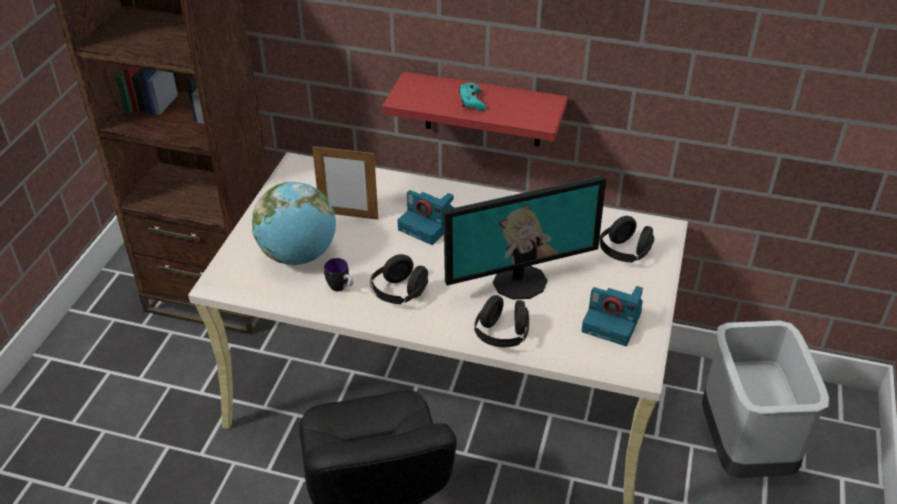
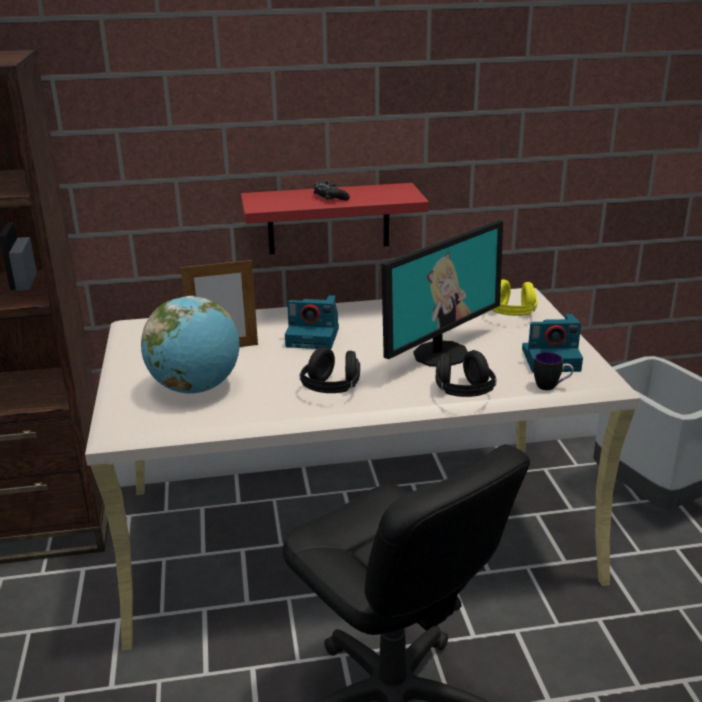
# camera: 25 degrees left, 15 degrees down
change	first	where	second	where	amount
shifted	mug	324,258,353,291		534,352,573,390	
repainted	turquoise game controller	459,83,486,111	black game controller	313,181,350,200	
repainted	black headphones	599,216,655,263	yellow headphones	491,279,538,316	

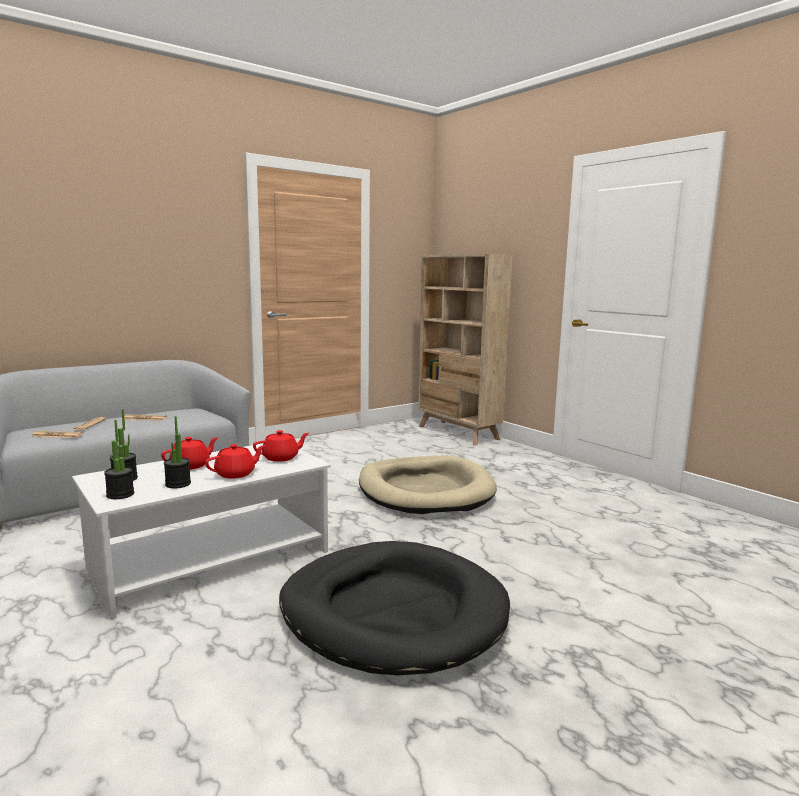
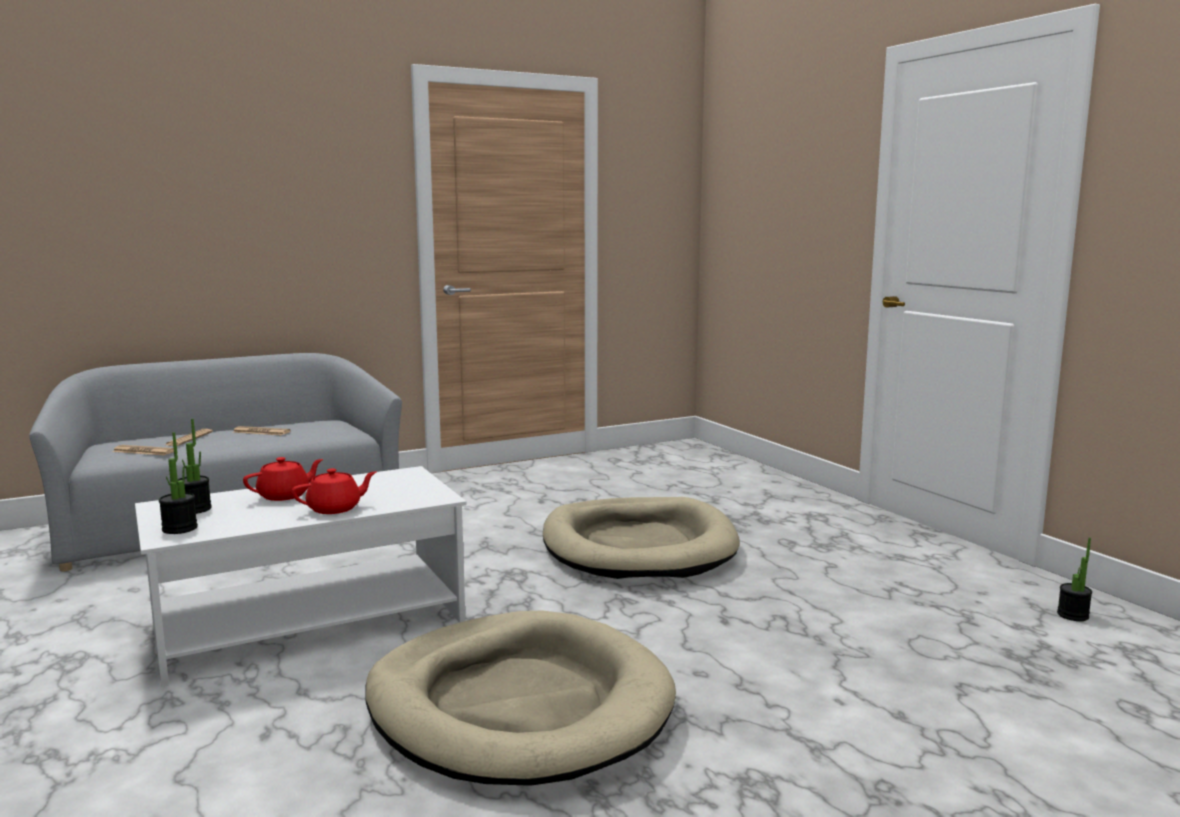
# camera: 10 degrees right, 0 degrees up
change	first	where	second	where	amount
shifted	potted plant	164,416,191,488		1057,538,1092,621	
gone	red teapot	253,430,309,462			
repainted	black dog bed	279,541,510,675	beige dog bed	365,610,676,786	
gone	beige bookcase	418,254,512,445			

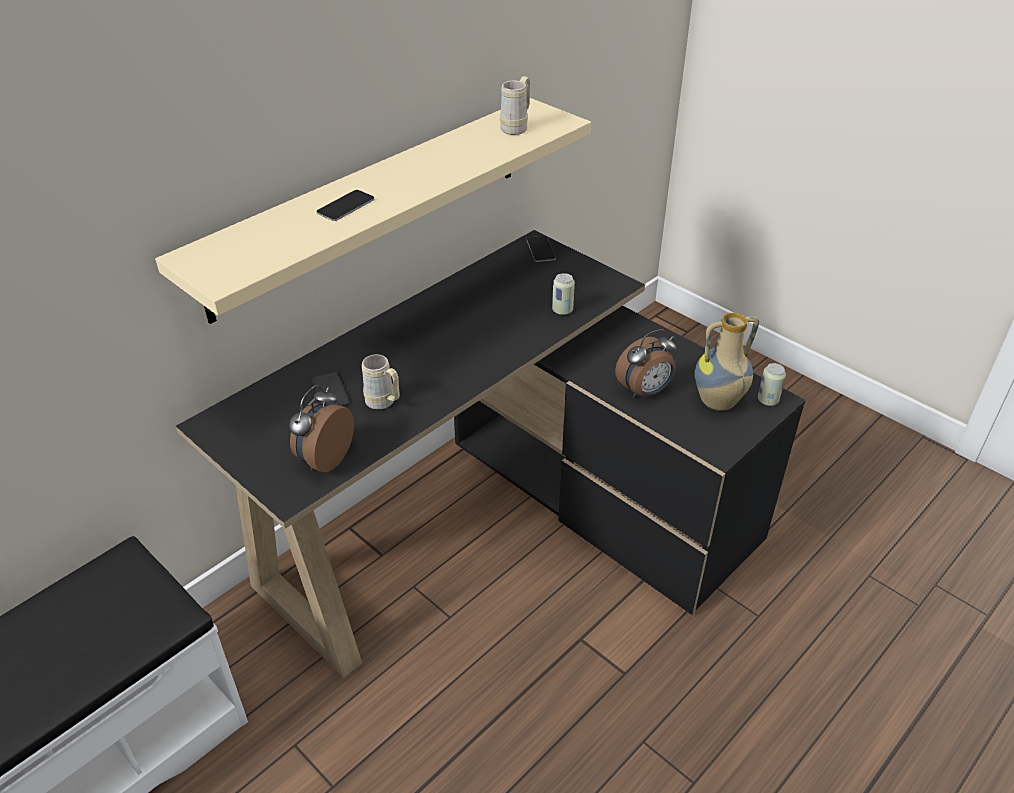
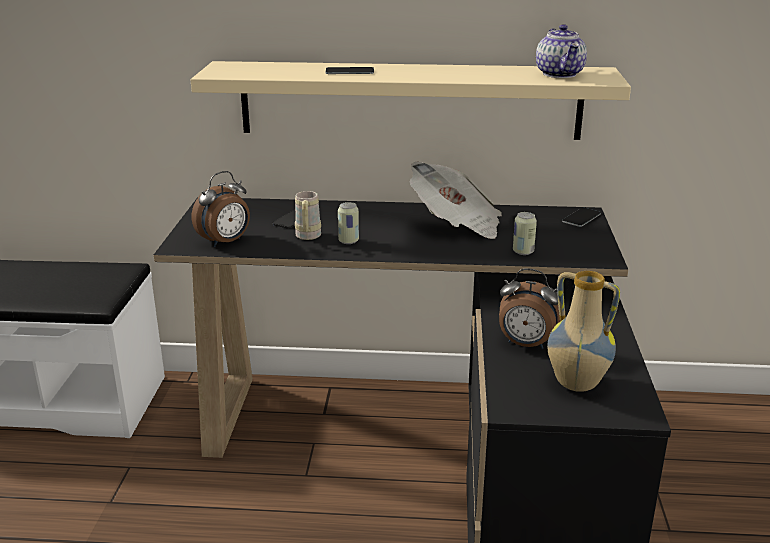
# camera: 50 degrees right, 15 degrees down
change	first	where	second	where	amount
rotated	alarm clock	289,385,354,473		192,171,250,247	150 degrees clockwise
swapped	beige mug	500,76,530,135	teapot	536,24,587,78	
shifted	can	758,363,786,406		338,202,359,244	
new			newspaper	409,162,502,239	

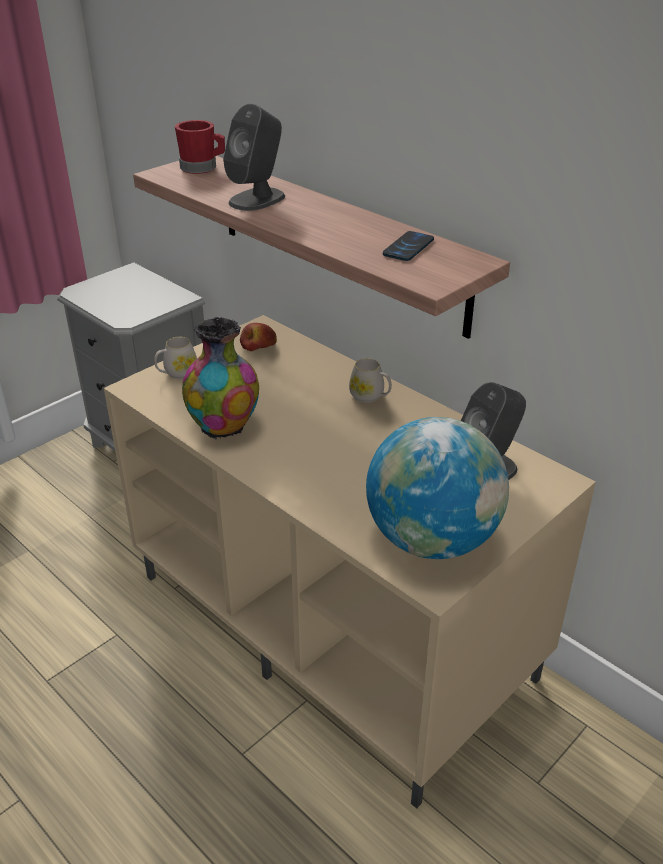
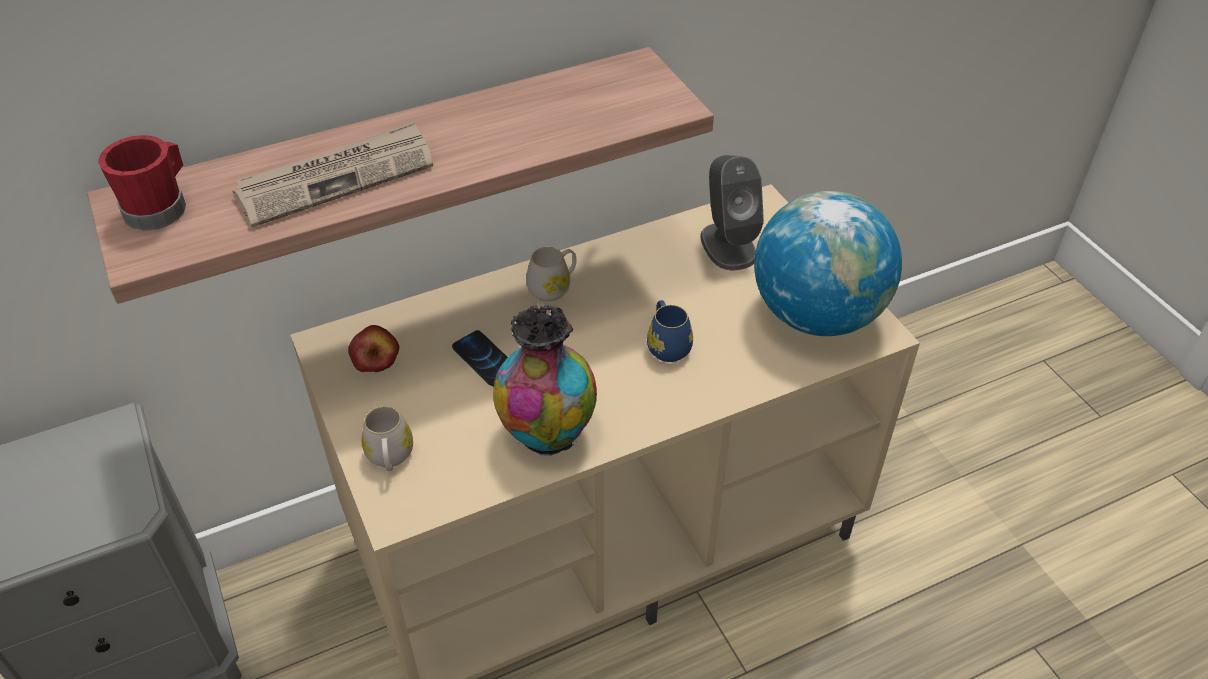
# camera: 70 degrees left, 10 degrees up
change	first	where	second	where	amount
swapped	grey speaker	223,104,285,211	newspaper	233,121,433,227	
shifted	phone	383,231,434,261		452,330,508,386	
new			blue mug	647,300,693,362	

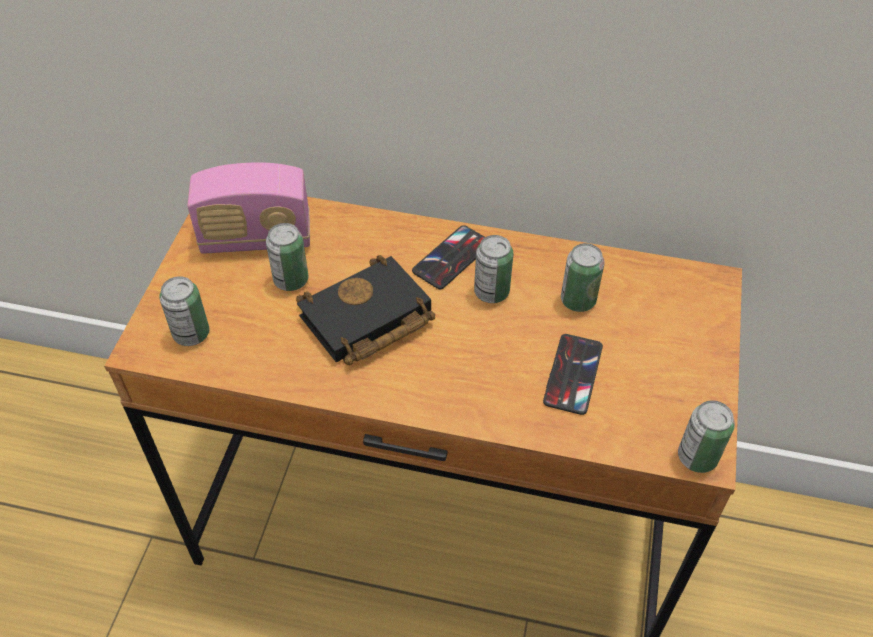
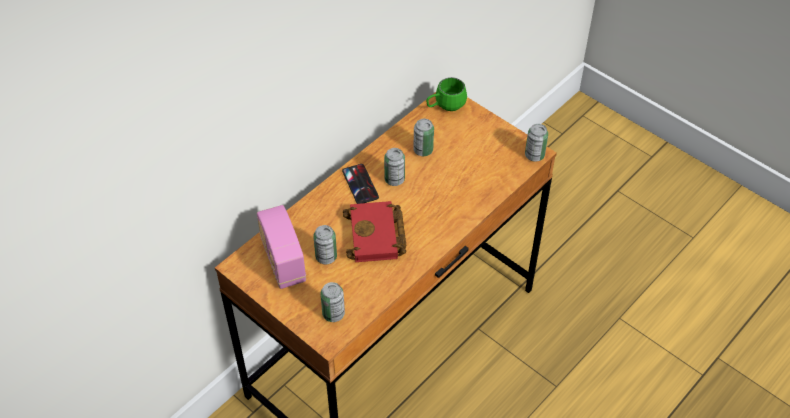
# camera: 60 degrees left, 0 degrees up
change	first	where	second	where	amount
rotated	radio	187,162,310,254		257,205,306,289	135 degrees clockwise
repainted	black book	296,255,435,365	red book	343,201,406,262	
gone	phone	543,334,603,415			
new			green mug	426,77,467,111	

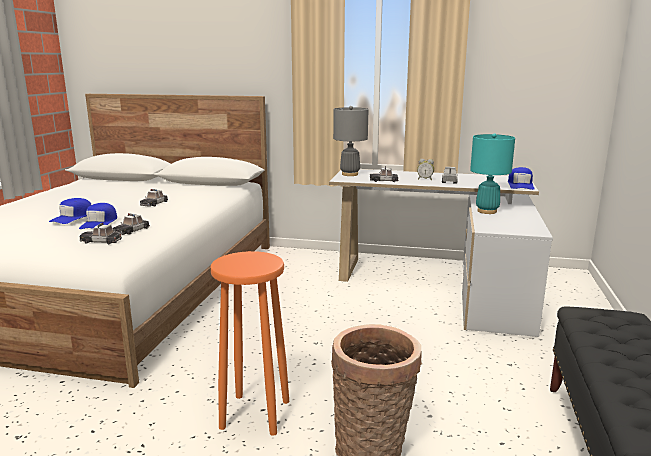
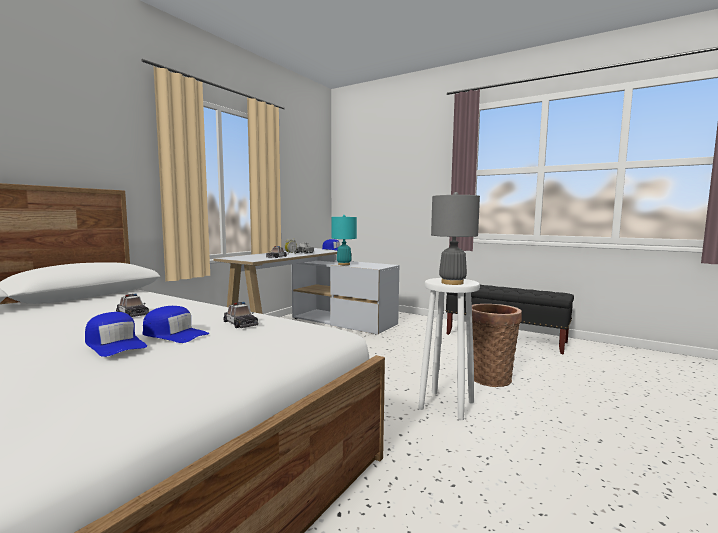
# camera: 70 degrees left, 10 degrees down
change	first	where	second	where	amount
gone	toy car	79,222,122,244			
repainted	orange stool	211,251,289,436	white stool	418,278,480,420	
shifted	grey table lamp	333,106,368,176		431,192,480,285	

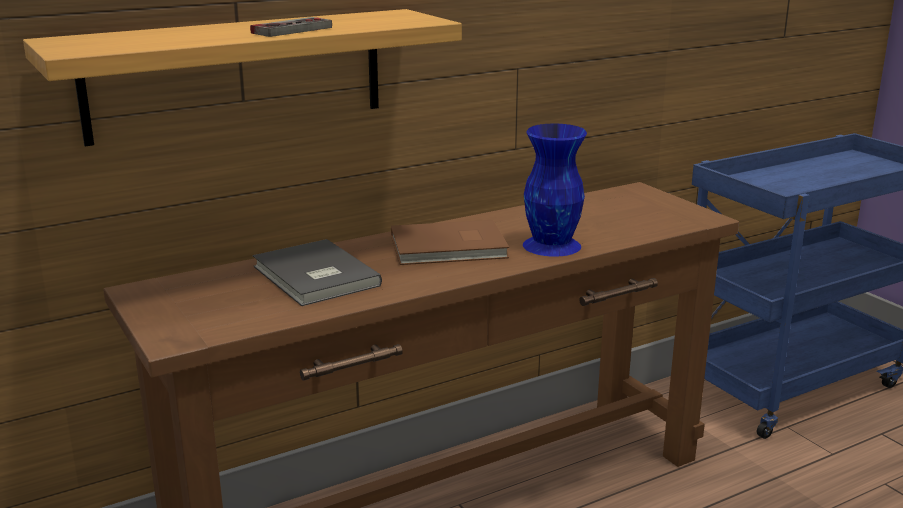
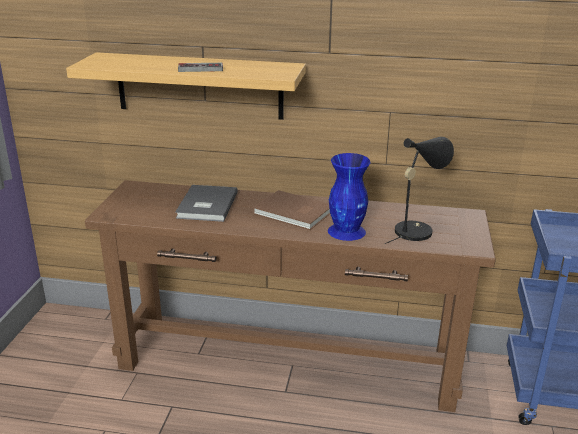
# camera: 40 degrees right, 5 degrees up
change	first	where	second	where	amount
new			black table lamp	384,137,454,244	

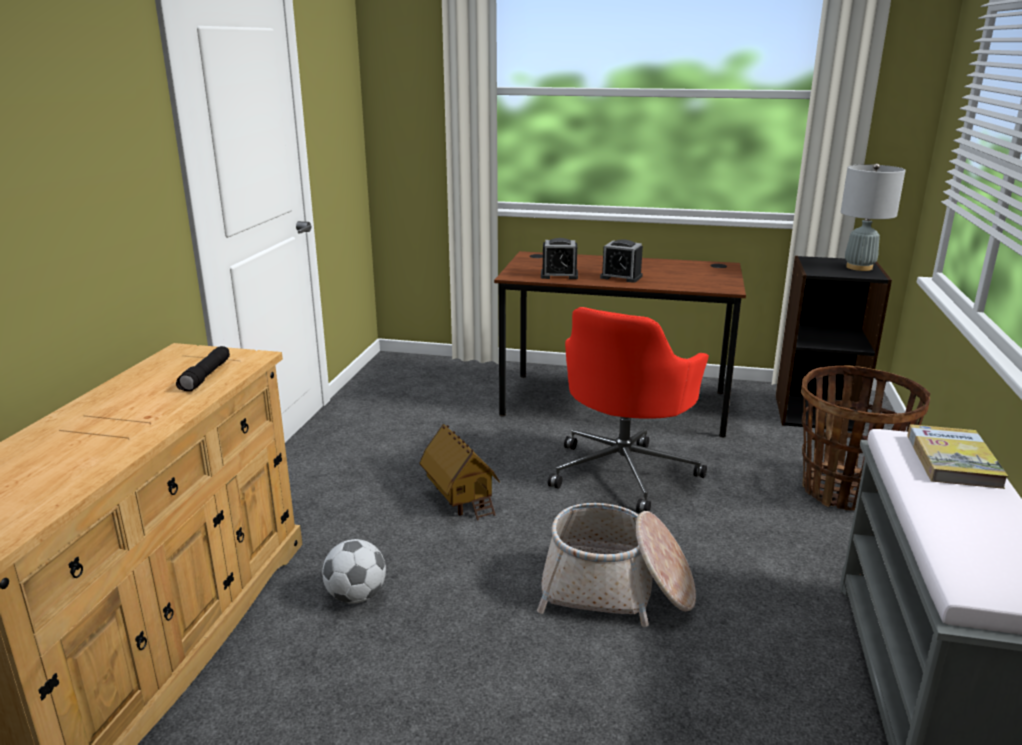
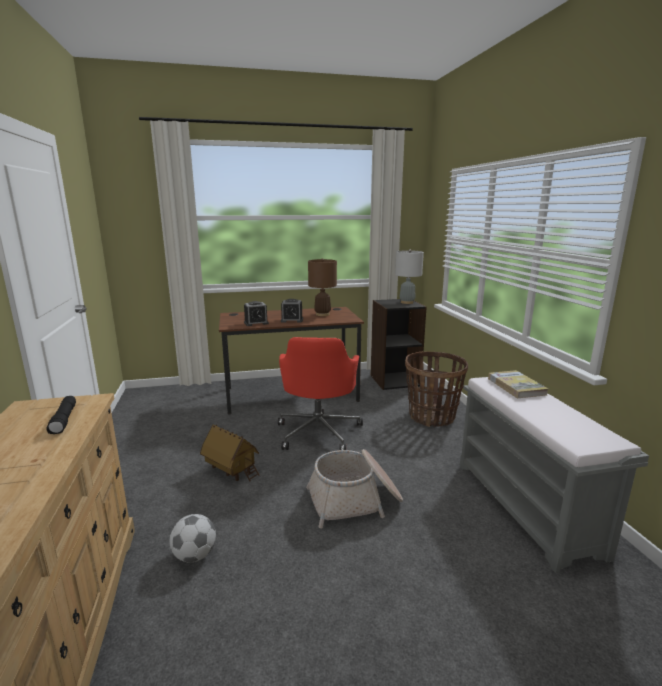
# camera: 25 degrees left, 5 degrees down
change	first	where	second	where	amount
new			brown table lamp	308,258,337,316	

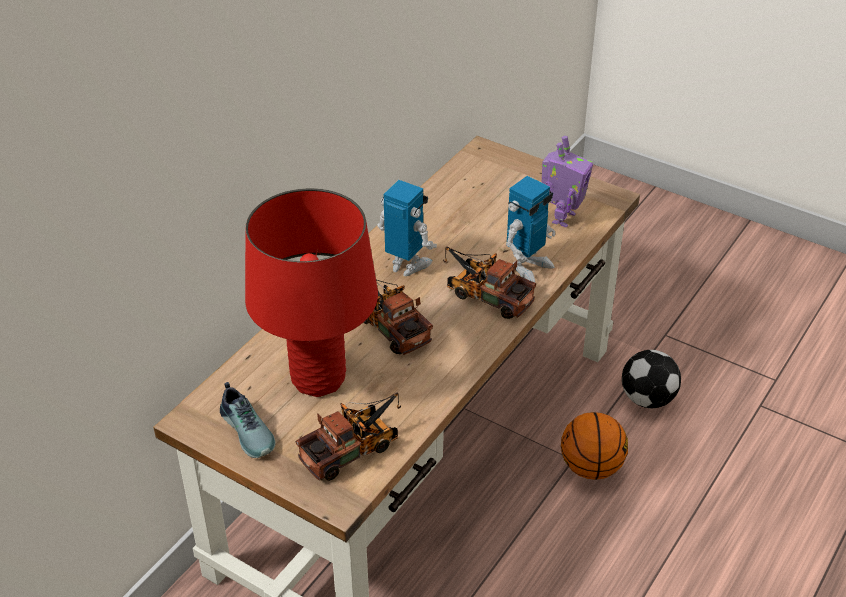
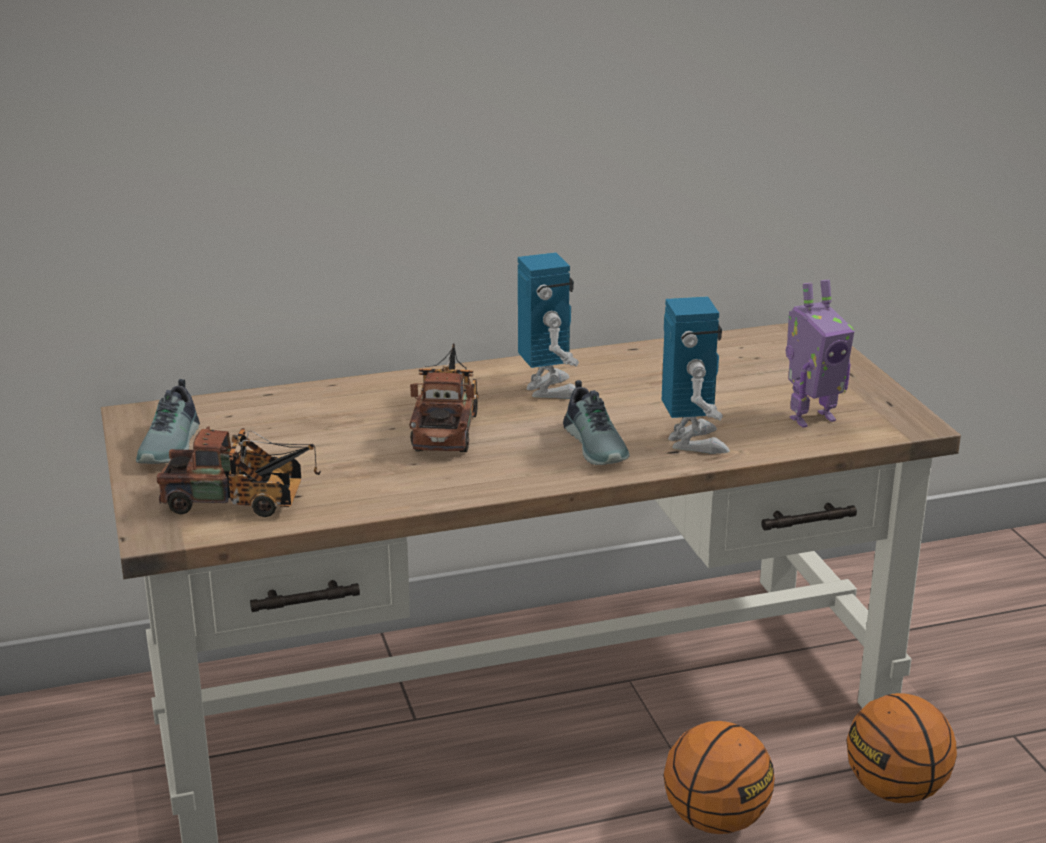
# camera: 40 degrees right, 15 degrees down
change	first	where	second	where	amount
gone	red table lamp	245,188,378,397			
swapped	toy truck	443,247,536,319	shoe	563,380,630,465	
rotated	toy robot	506,176,555,282		662,296,730,454	90 degrees counterclockwise
swapped	football	622,350,681,408	basketball	847,693,957,803	

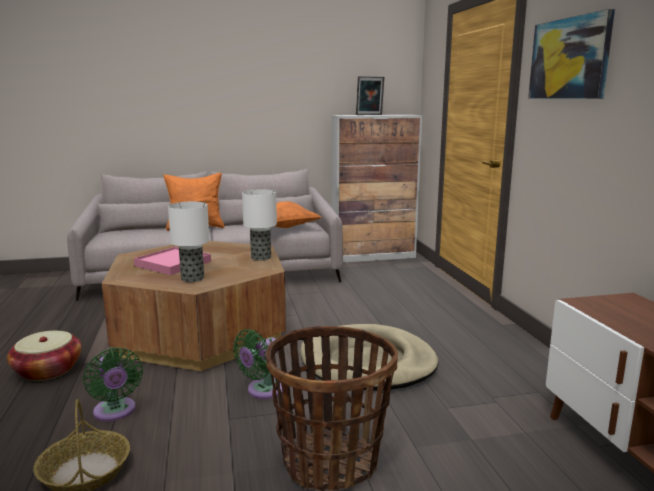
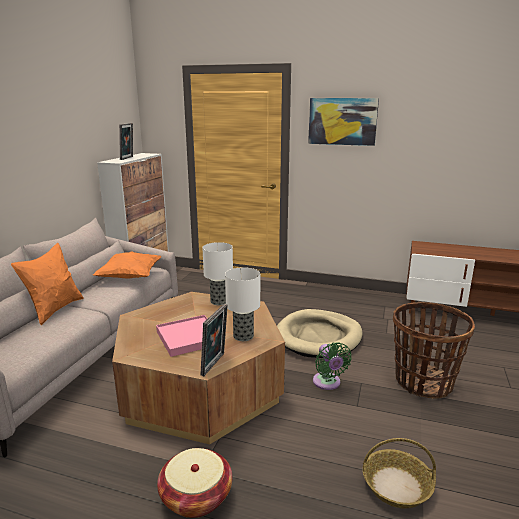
# camera: 60 degrees left, 5 degrees up
change	first	where	second	where	amount
gone	green fan	83,348,143,421			
new			picture frame	201,304,228,376	

